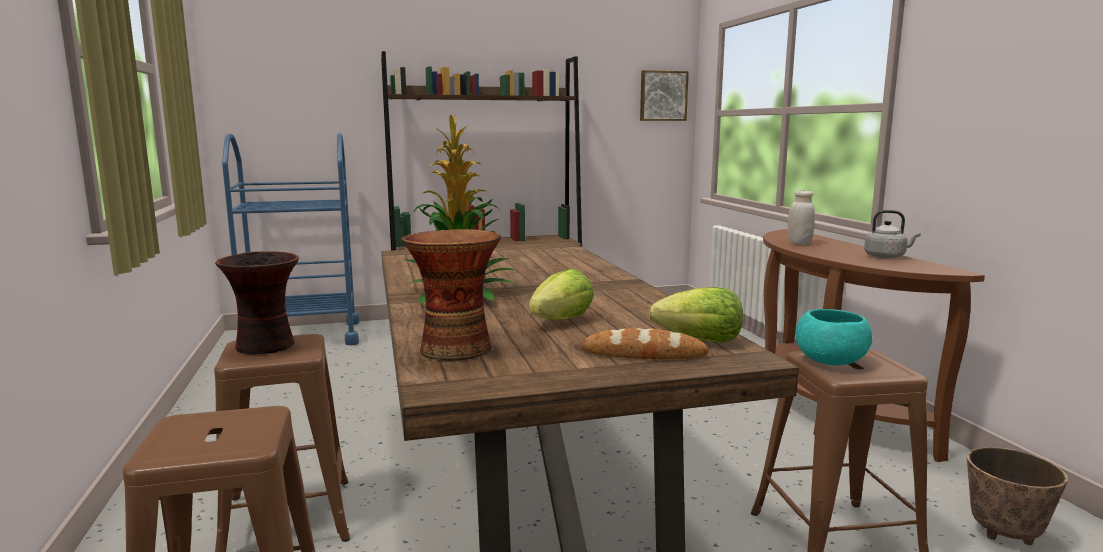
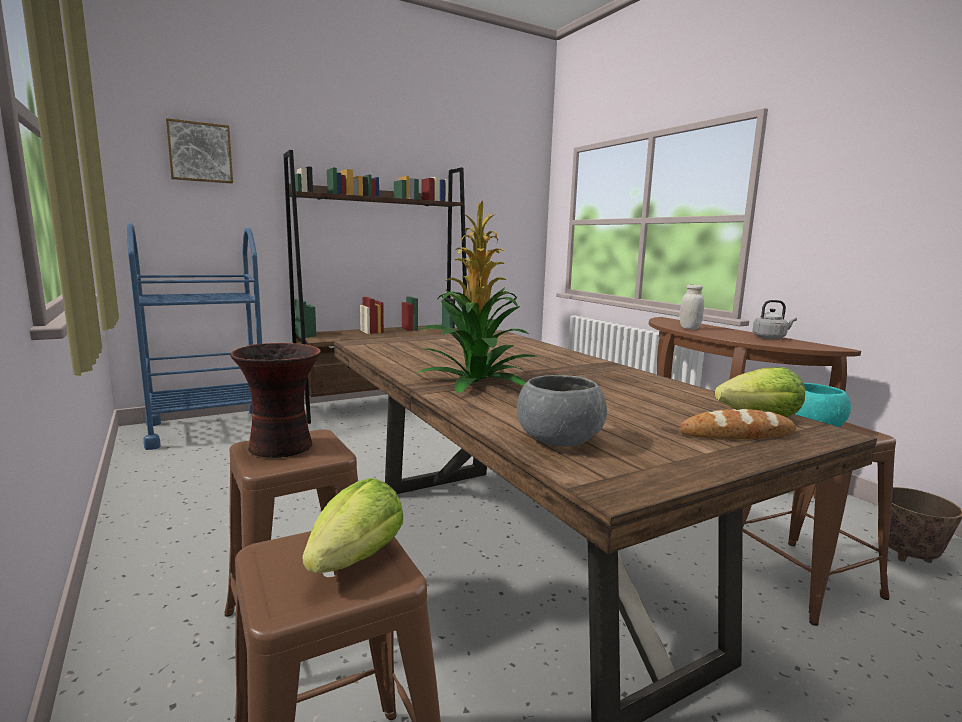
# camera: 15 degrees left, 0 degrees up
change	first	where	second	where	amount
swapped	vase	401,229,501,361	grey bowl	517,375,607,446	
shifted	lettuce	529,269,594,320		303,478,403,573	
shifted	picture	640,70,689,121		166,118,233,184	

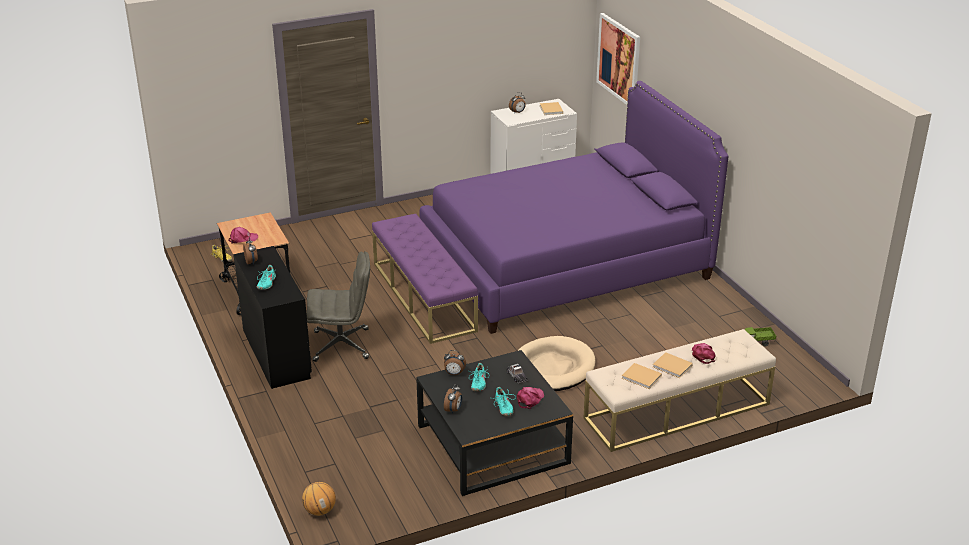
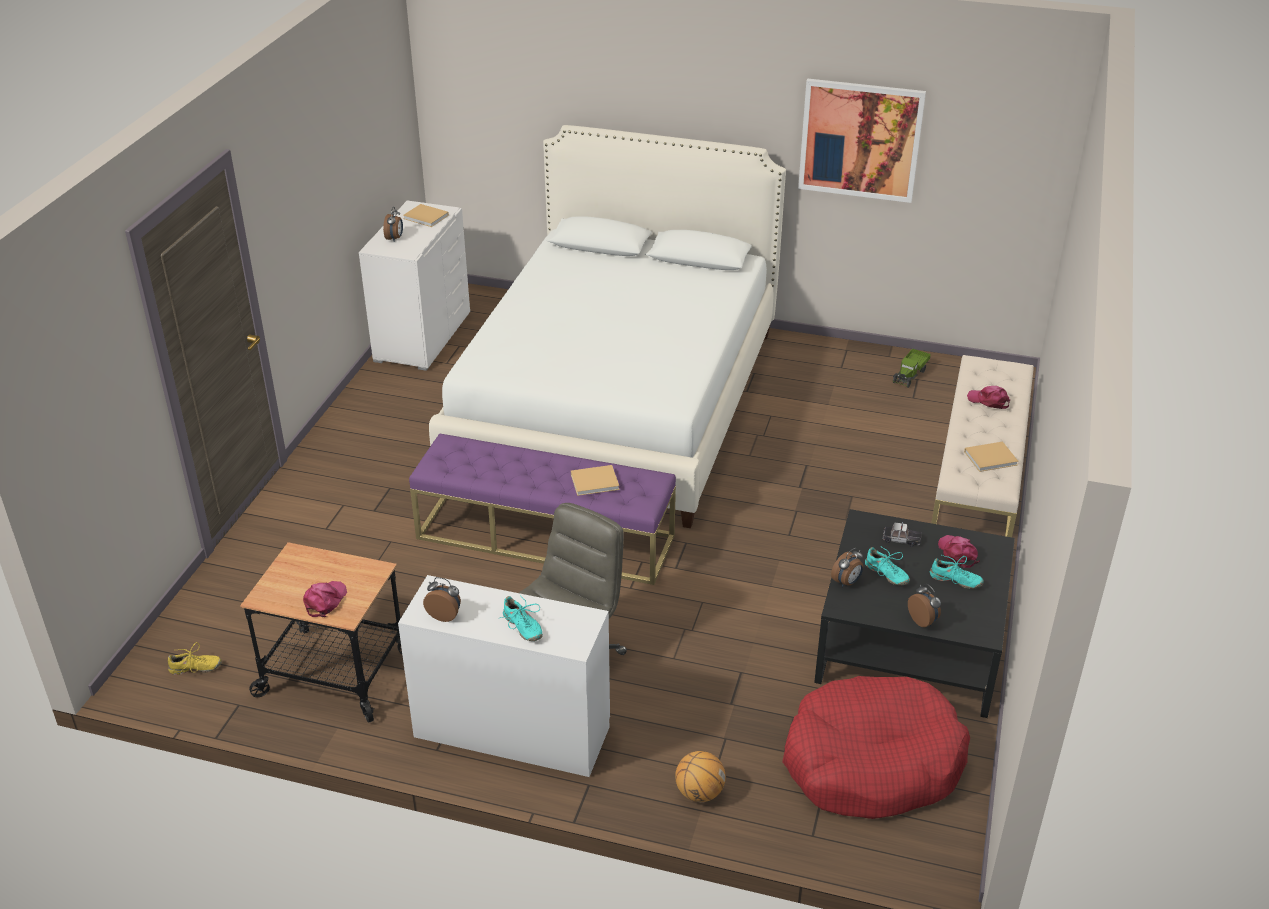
# camera: 50 degrees left, 5 degrees up
change	first	where	second	where	amount
repainted	black desk	234,246,312,389	white desk	398,575,610,777	
shifted	basketball	302,482,336,516		675,751,726,802	
repainted	purple bed	420,81,728,334	white bed	429,125,786,528	
gone	beige dog bed	518,336,596,391			
shifted	picture	596,13,640,105		798,79,926,203	
shifted	beige book	653,352,693,378		571,465,620,496	
new			red dog bed	782,676,970,819	

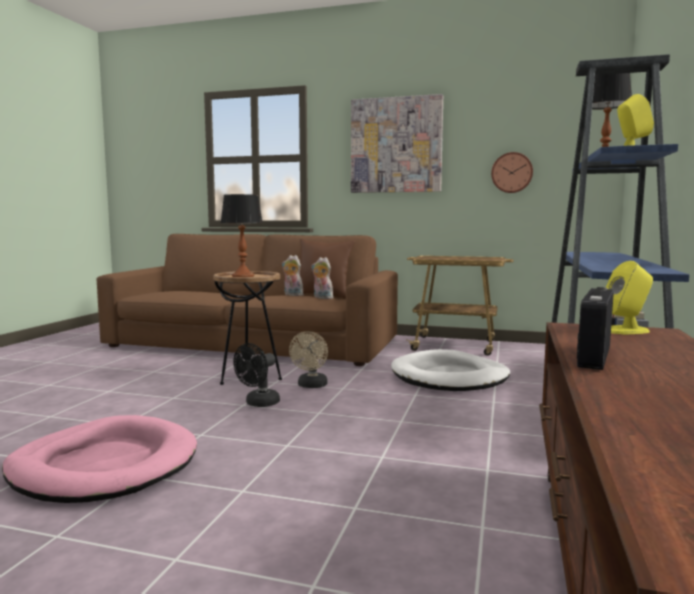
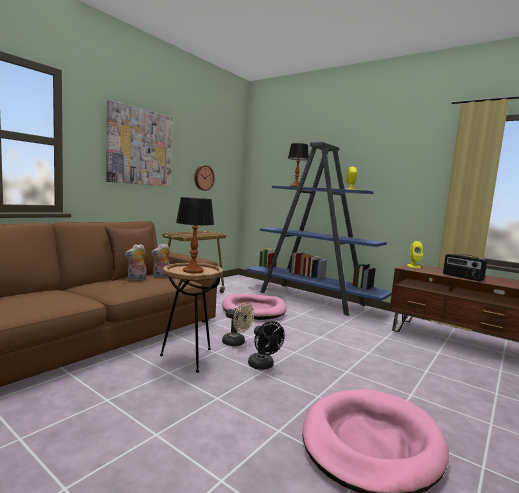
# camera: 70 degrees left, 0 degrees up
change	first	where	second	where	amount
repainted	white dog bed	391,349,510,391	pink dog bed	222,294,287,320	

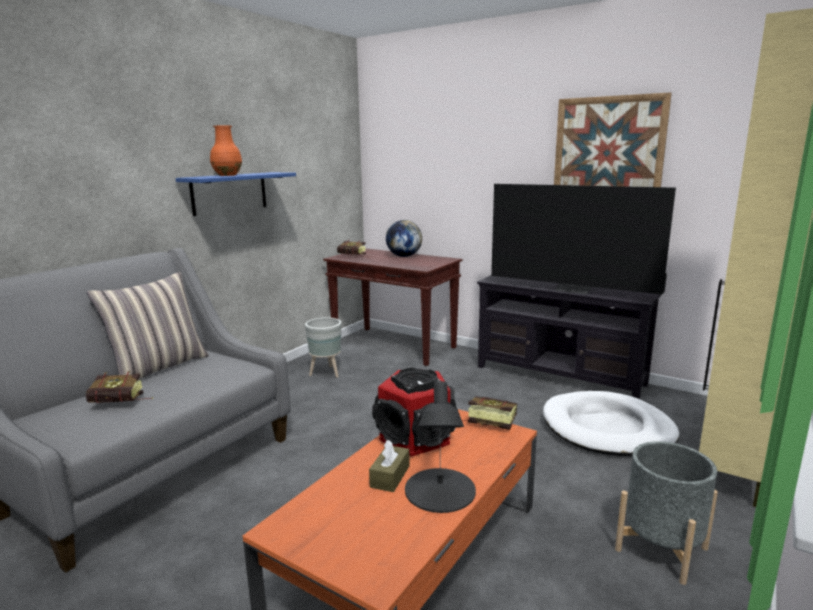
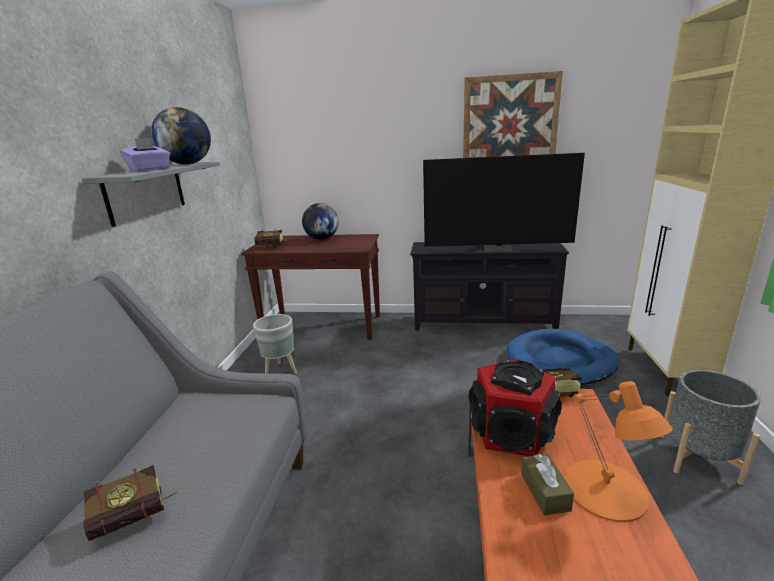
# camera: 25 degrees left, 5 degrees up
change	first	where	second	where	amount
gone	pillow	87,272,209,381			
repainted	blue shelf	175,172,296,216	grey shelf	82,161,220,227	
swapped	orange vase	210,126,242,176	purple tissue box	120,138,170,171	
repainted	black table lamp	405,381,476,513	orange table lamp	564,381,673,522	
repainted	white dog bed	543,391,680,456	blue dog bed	507,329,620,385	
new			globe	151,107,211,164	

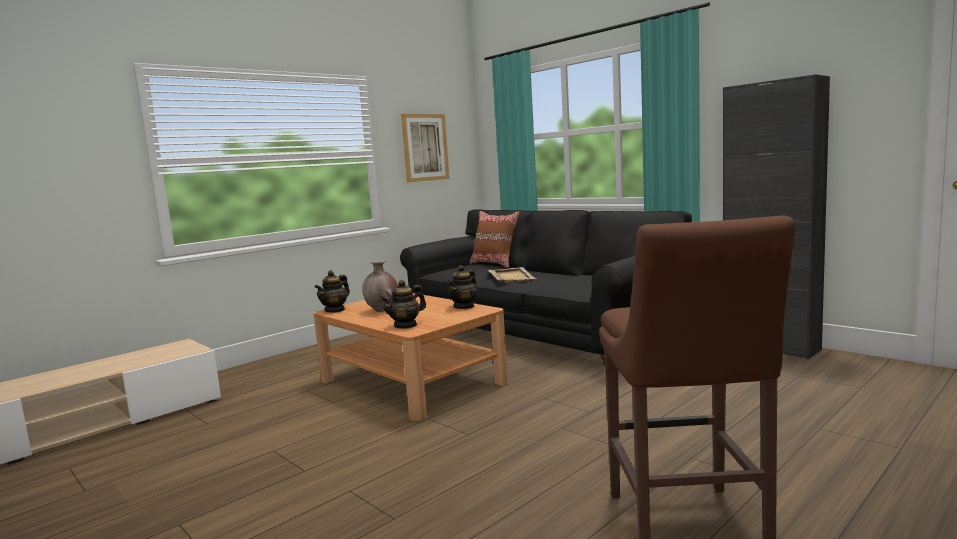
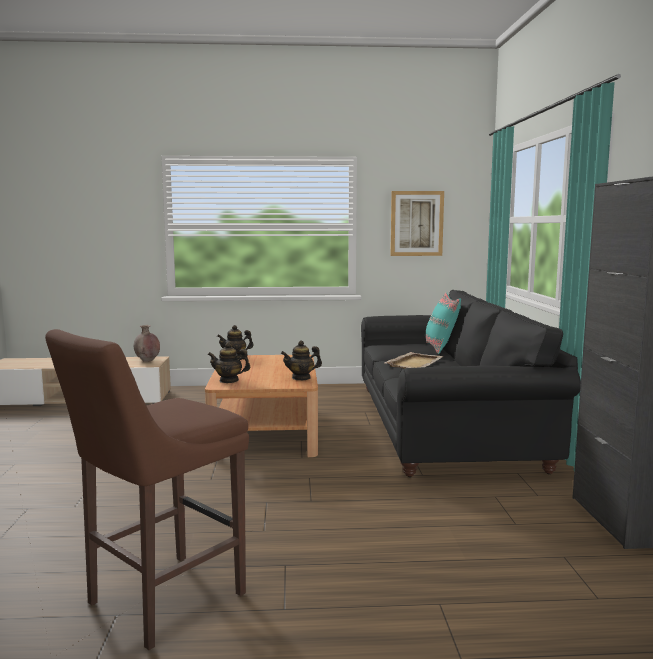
# camera: 40 degrees right, 0 degrees up
change	first	where	second	where	amount
shifted	brown vase	362,260,398,312		134,325,160,362	
repainted	brown pillow	470,211,520,268	turquoise pillow	426,292,461,354	

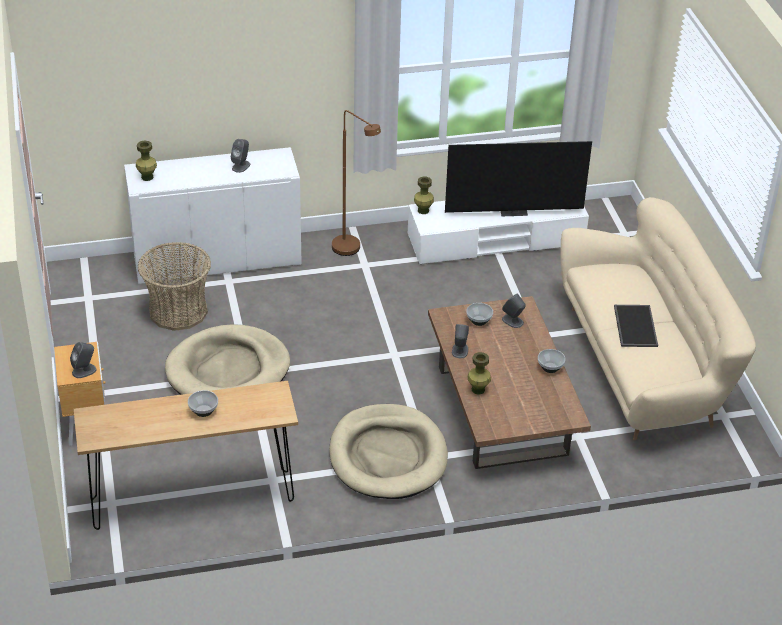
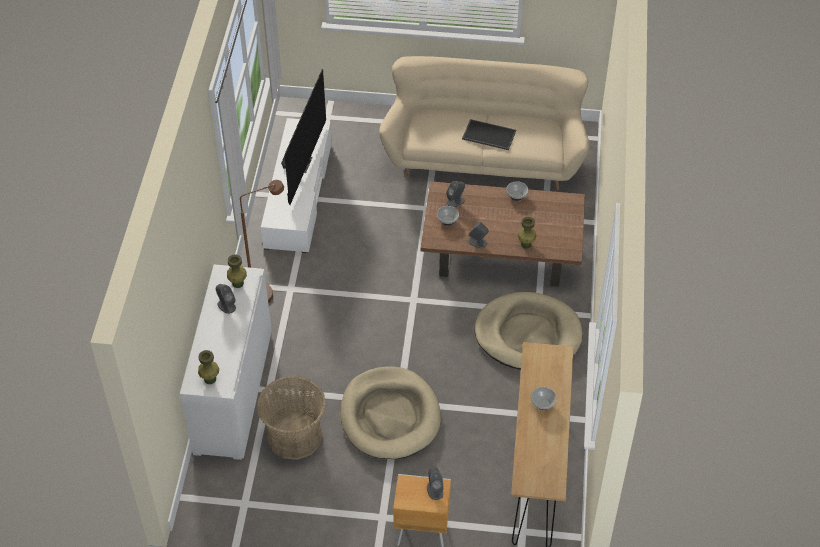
# camera: 70 degrees left, 10 degrees up
change	first	where	second	where	amount
shifted	green vase	414,176,434,214		227,254,247,288	

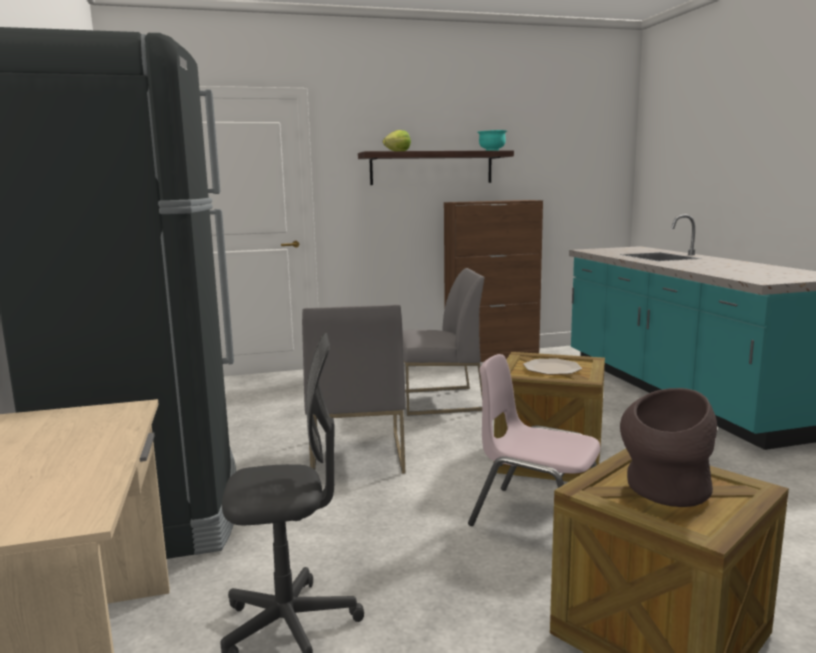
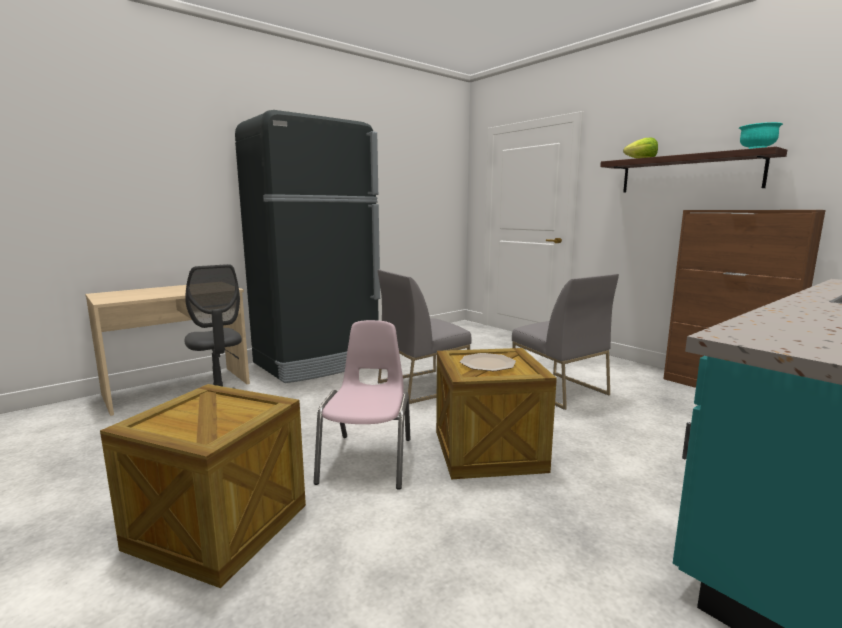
# camera: 65 degrees right, 0 degrees up
change	first	where	second	where	amount
gone	brown vase	620,388,717,507			

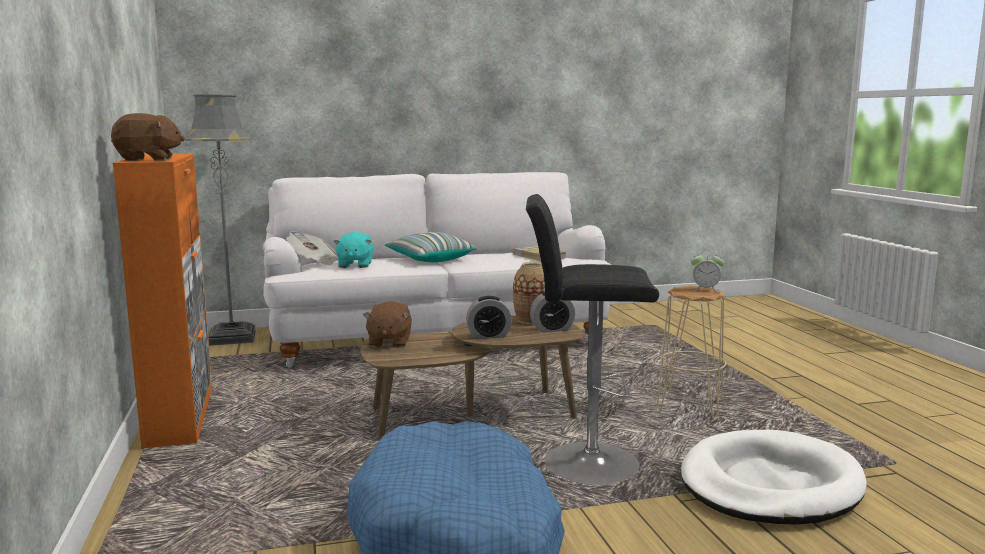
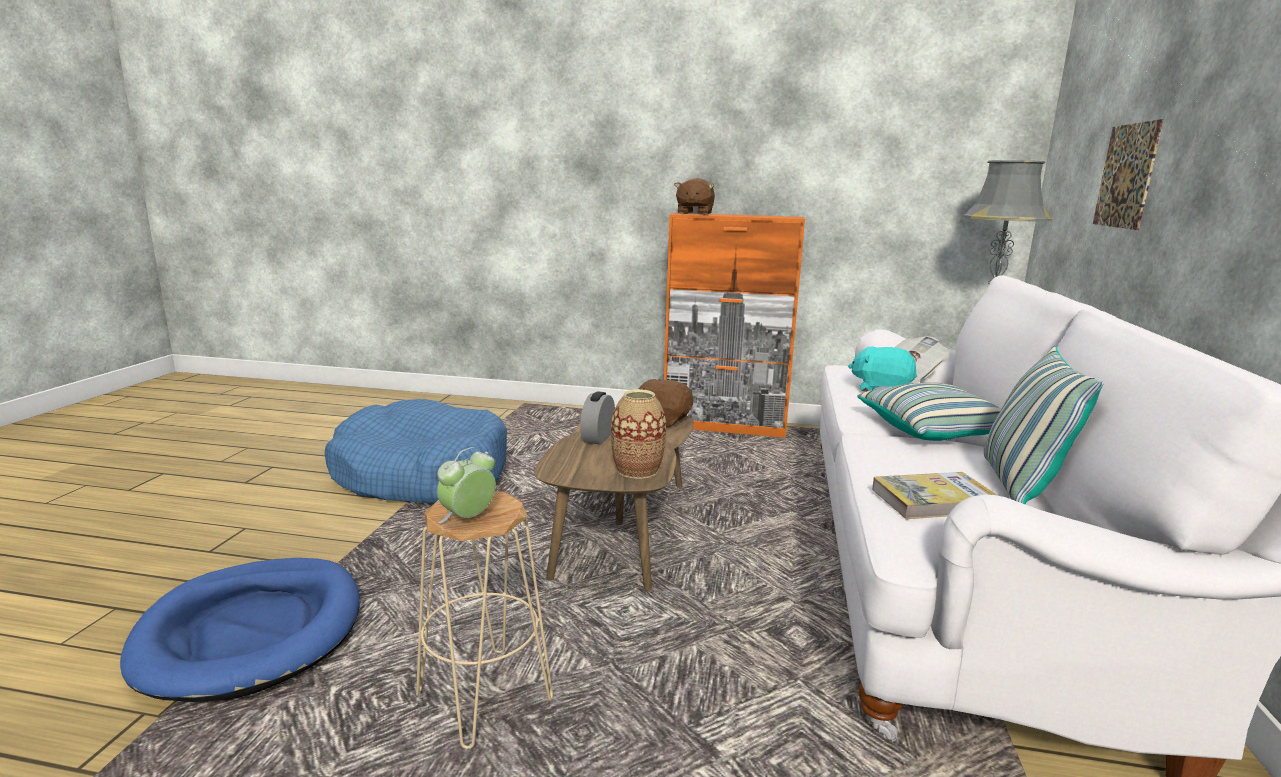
# camera: 115 degrees right, 5 degrees up
change	first	where	second	where	amount
gone	black stool	526,194,659,485			
gone	alarm clock	530,292,575,332			
repainted	white dog bed	680,430,867,525	blue dog bed	120,558,360,702	
new			pillow	984,346,1104,504	
new			picture	1093,119,1164,230	

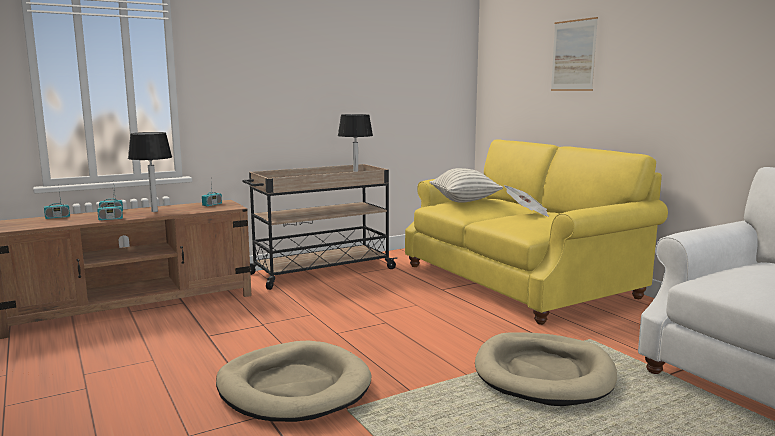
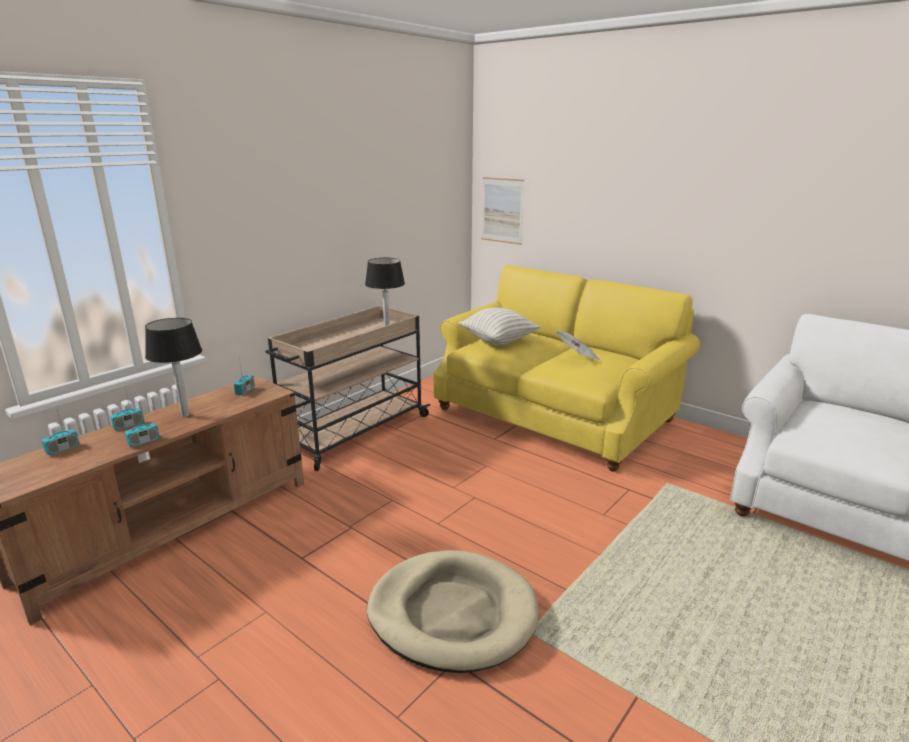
# camera: 20 degrees left, 10 degrees up
change	first	where	second	where	amount
gone	beige dog bed	475,332,617,406			
shifted	picture	551,17,598,91		482,177,524,245	

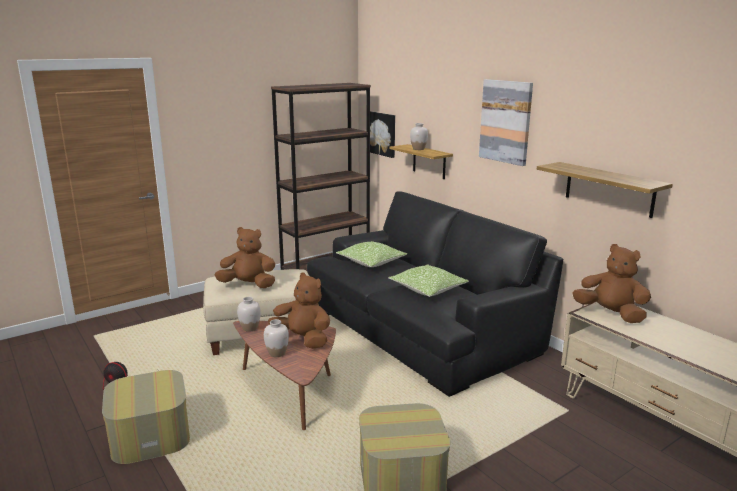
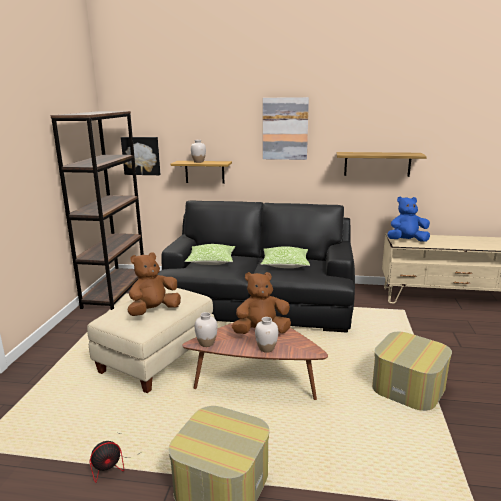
# camera: 45 degrees left, 0 degrees up
change	first	where	second	where	amount
repainted	brown plush toy	573,244,651,323	blue plush toy	388,196,430,242	

